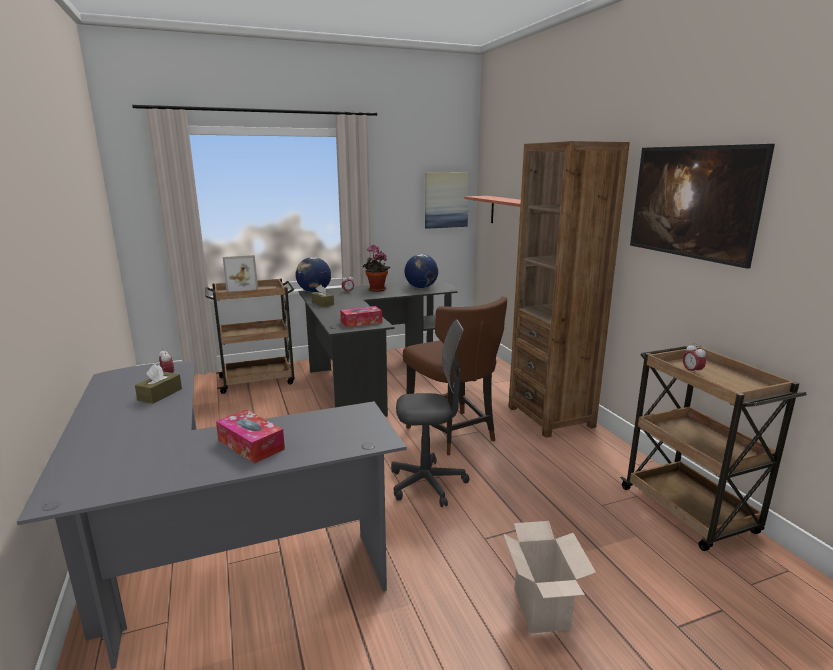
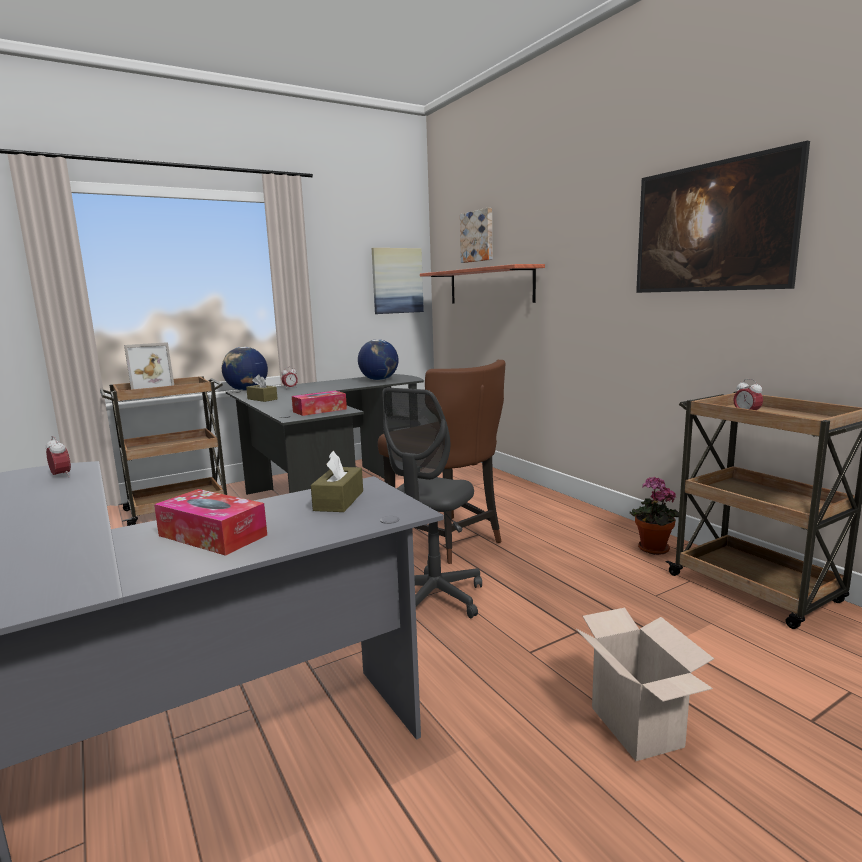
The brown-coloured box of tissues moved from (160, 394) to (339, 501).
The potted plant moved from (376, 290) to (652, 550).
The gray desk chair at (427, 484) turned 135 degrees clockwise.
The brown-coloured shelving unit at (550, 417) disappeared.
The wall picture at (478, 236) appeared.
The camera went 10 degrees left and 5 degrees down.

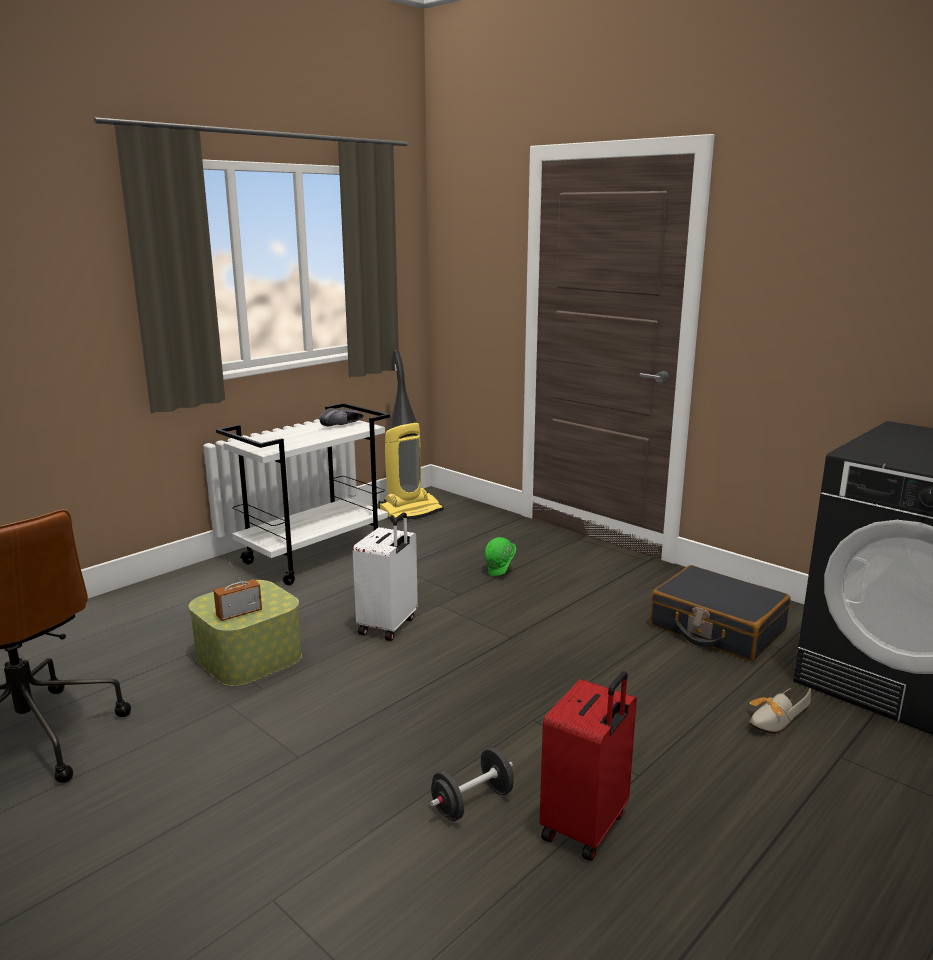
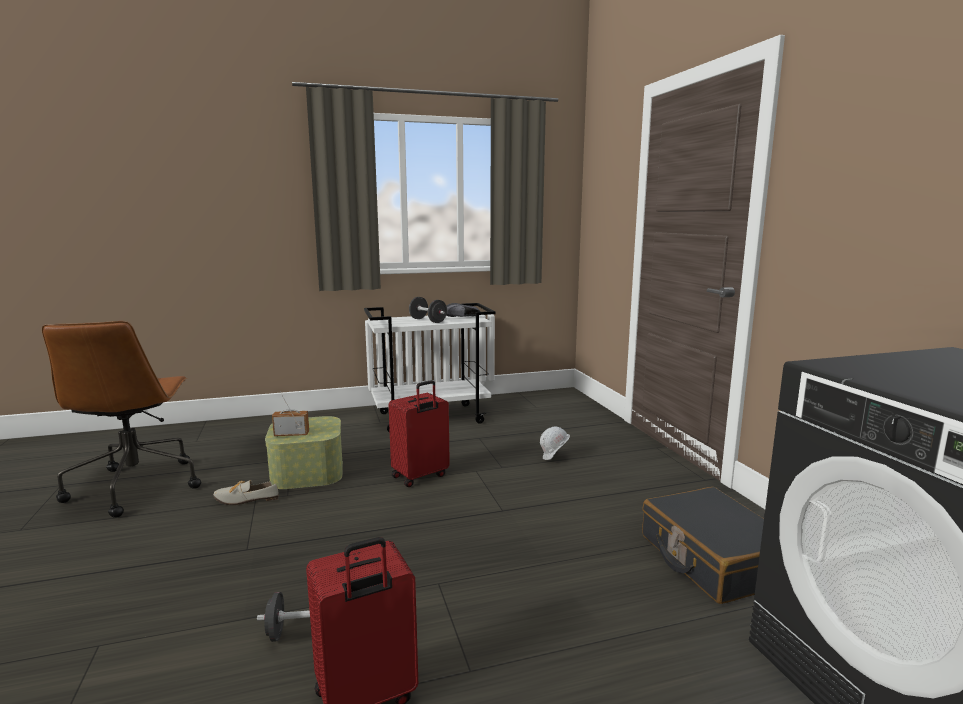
The white piece of luggage at (389, 626) became the red-coloured piece of luggage at (420, 476).
The vacuum at (410, 512) disappeared.
The green-coloured work helmet at (500, 572) became the white work helmet at (554, 458).
The item of footwear moved from (774, 721) to (243, 499).
The black-coloured free weight at (428, 320) appeared.
The camera went 30 degrees right and 5 degrees down.

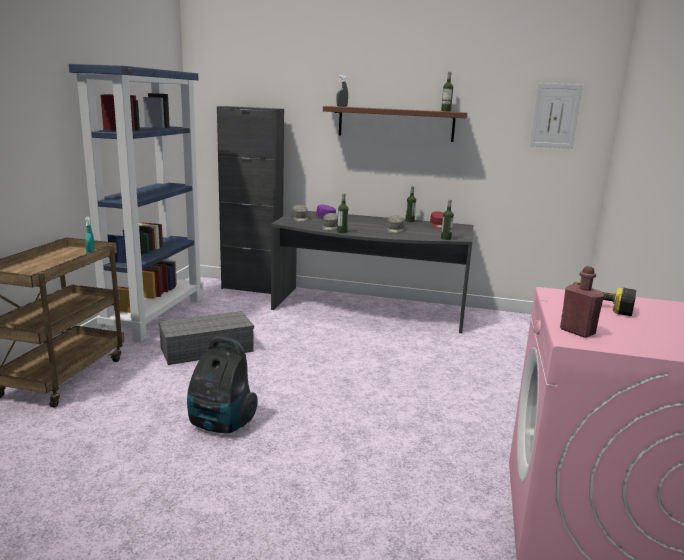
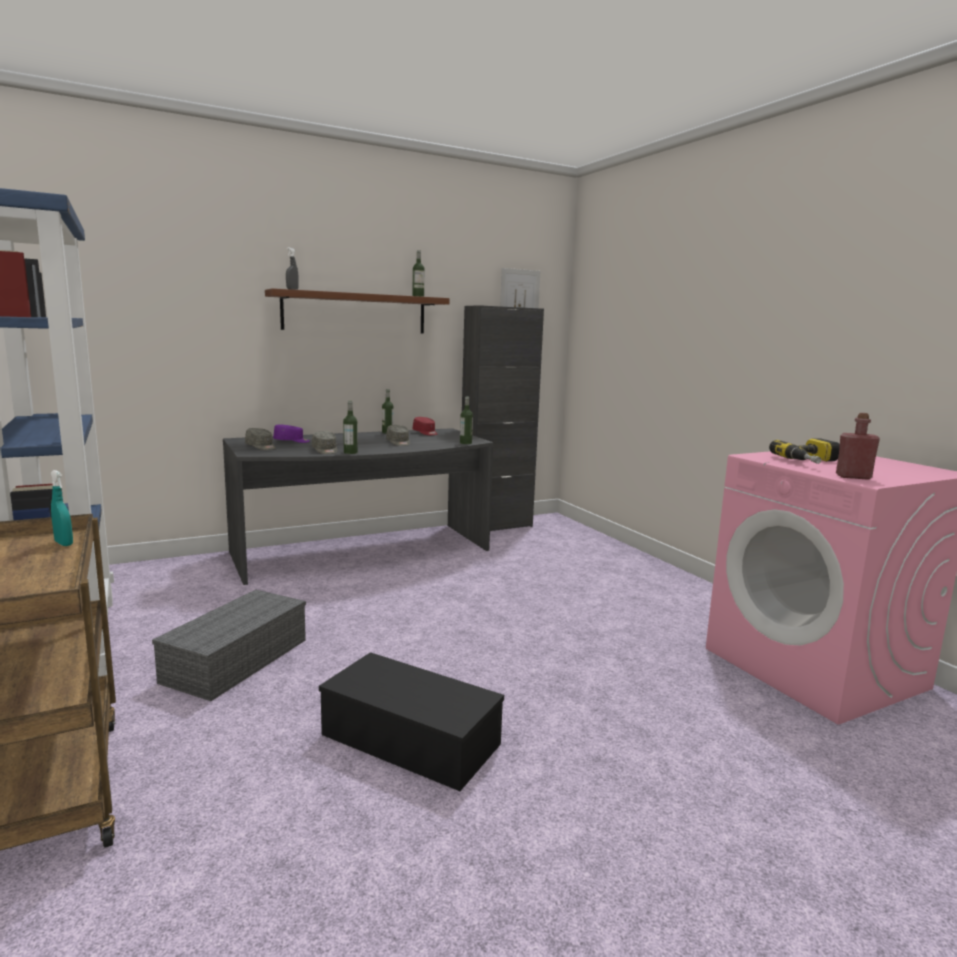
The vacuum at (221, 424) was replaced by the black-coloured storage bin at (413, 739).
The black-coloured cupboard moved from (252, 288) to (495, 526).
The camera went 40 degrees left and 5 degrees down.

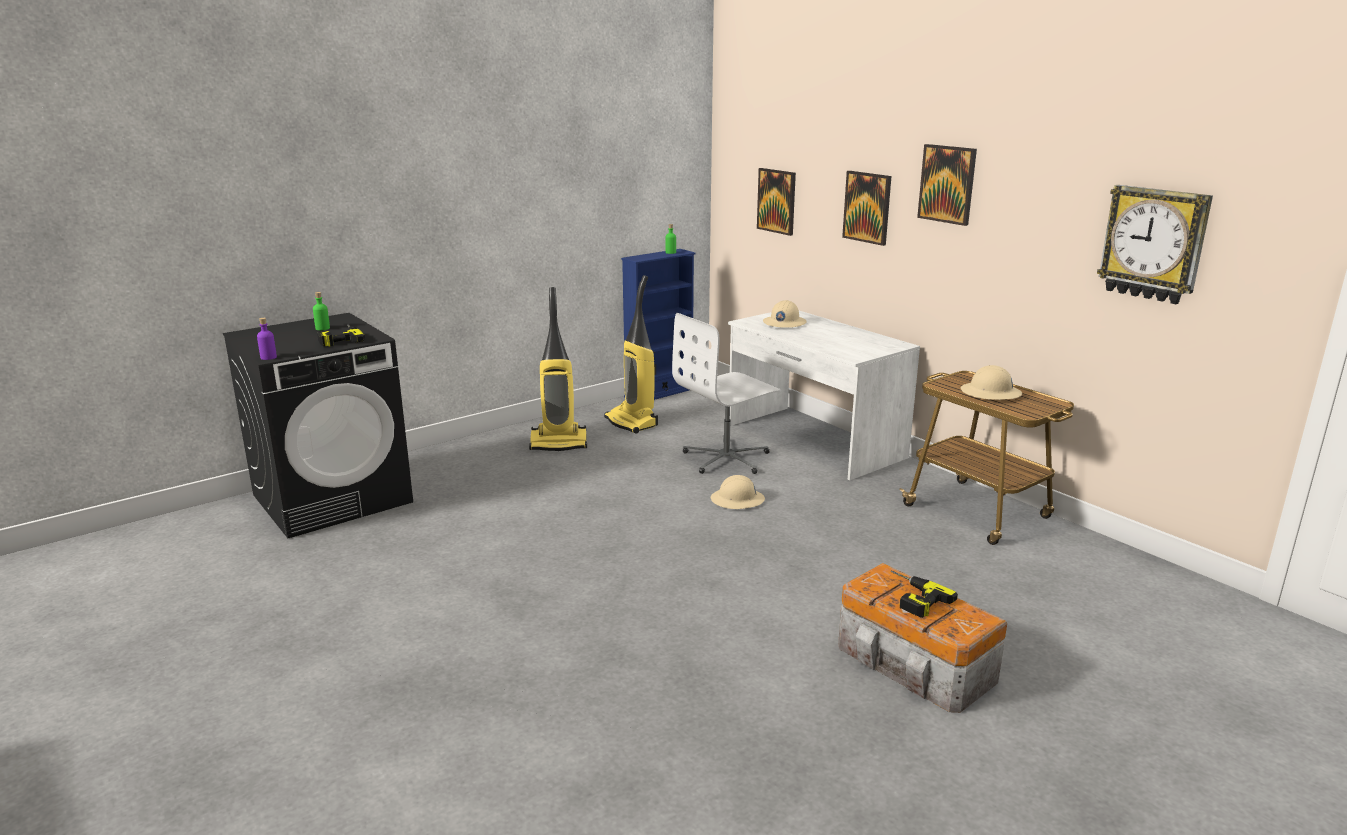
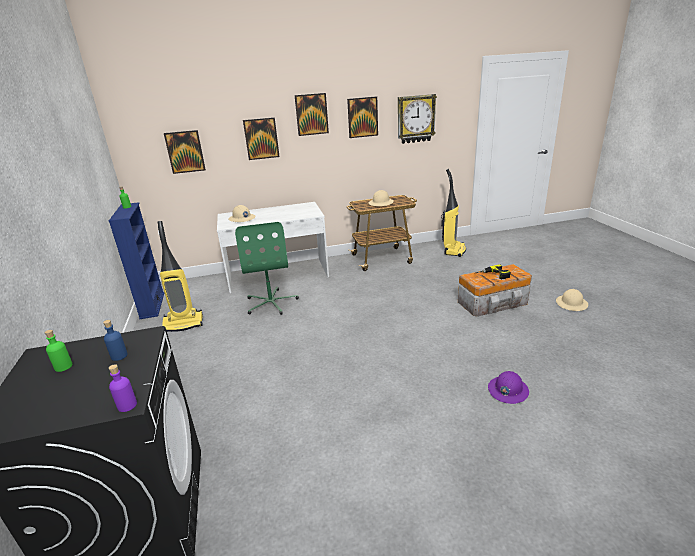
The electric drill at (339, 338) was replaced by the blue-coloured drink bottle at (119, 356).
The vacuum moved from (559, 443) to (453, 250).
The white desk chair at (727, 458) became the green-coloured desk chair at (271, 302).
The beige work helmet moved from (737, 500) to (571, 303).
The wall picture at (362, 117) appeared.
The purple work helmet at (507, 390) appeared.
The camera went 65 degrees left and 5 degrees up.

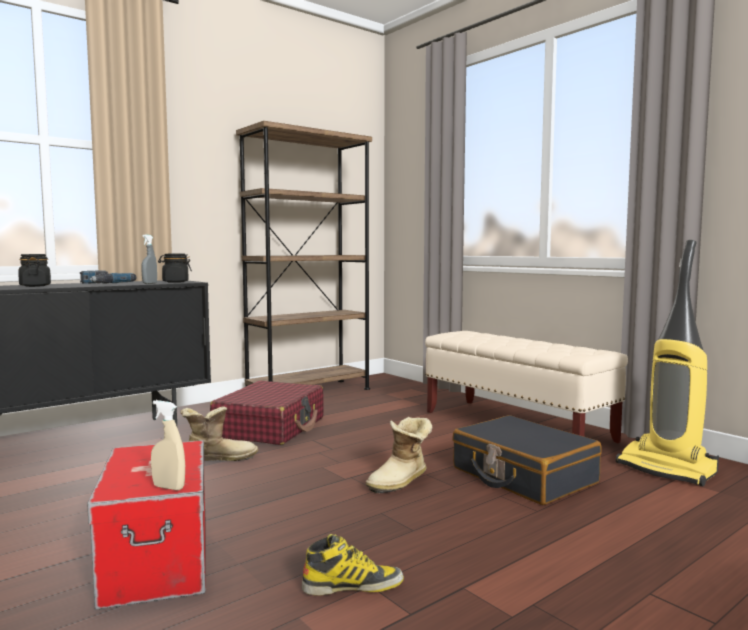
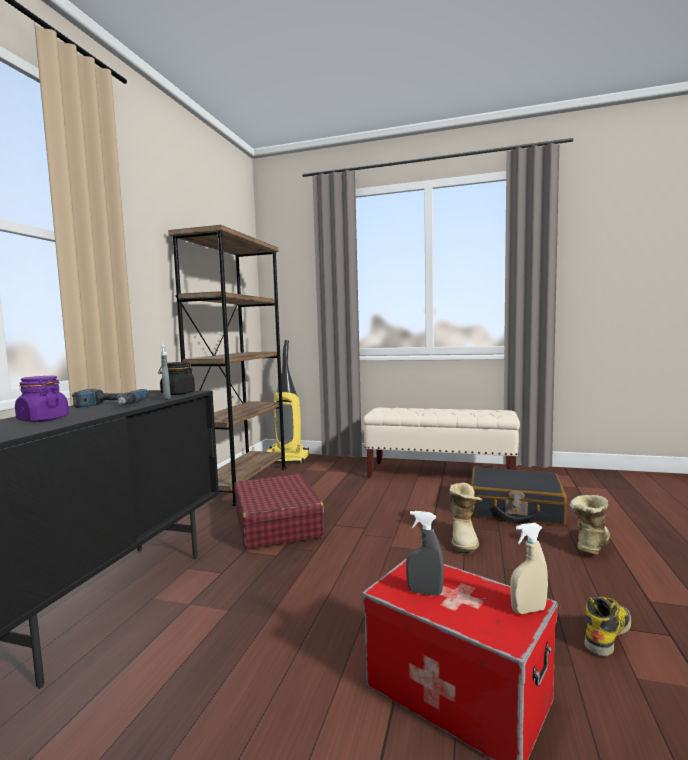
The black-coloured jar at (35, 286) became the purple jar at (43, 419).
The high-top boot moved from (219, 458) to (589, 545).
The vacuum moved from (667, 469) to (286, 459).
The gray spray bottle at (424, 592) appeared.
The camera went 35 degrees left and 0 degrees up.

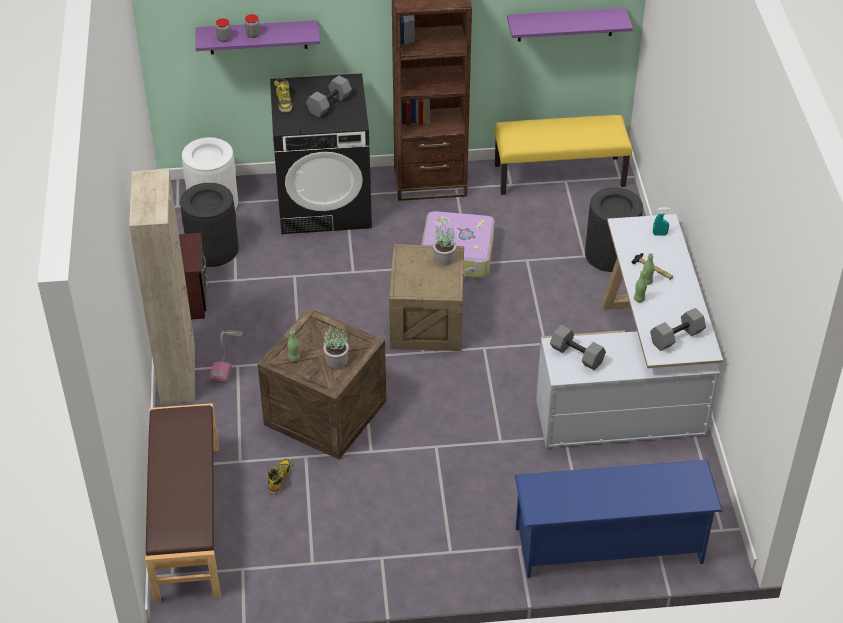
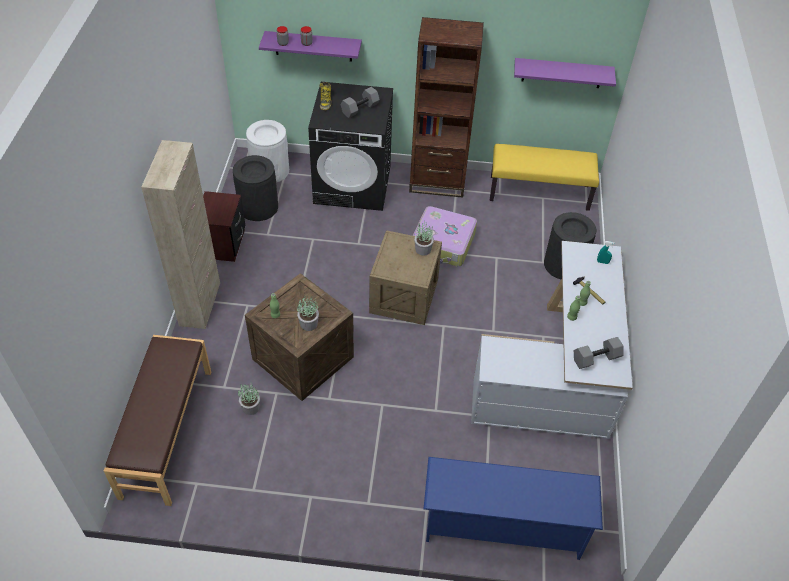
The vacuum at (227, 358) disappeared.
The high-top boot at (279, 478) was replaced by the potted plant at (250, 408).
The gray free weight at (576, 355) disappeared.
The camera went 10 degrees right and 5 degrees up.

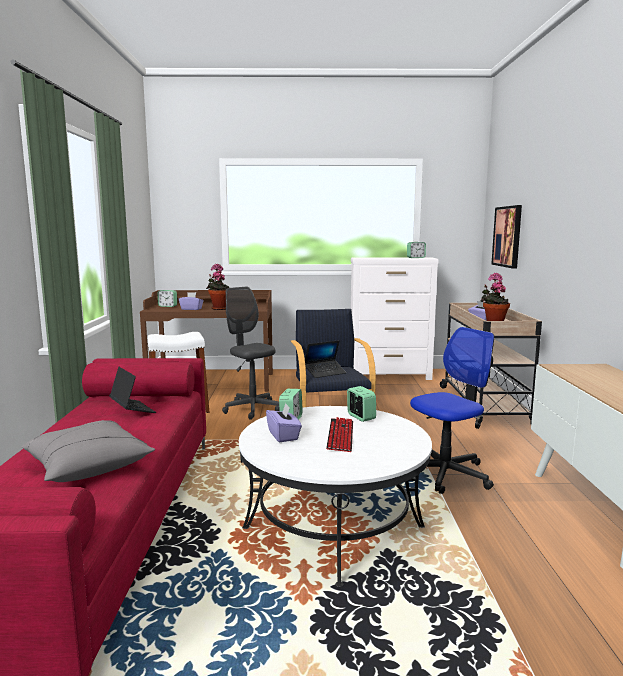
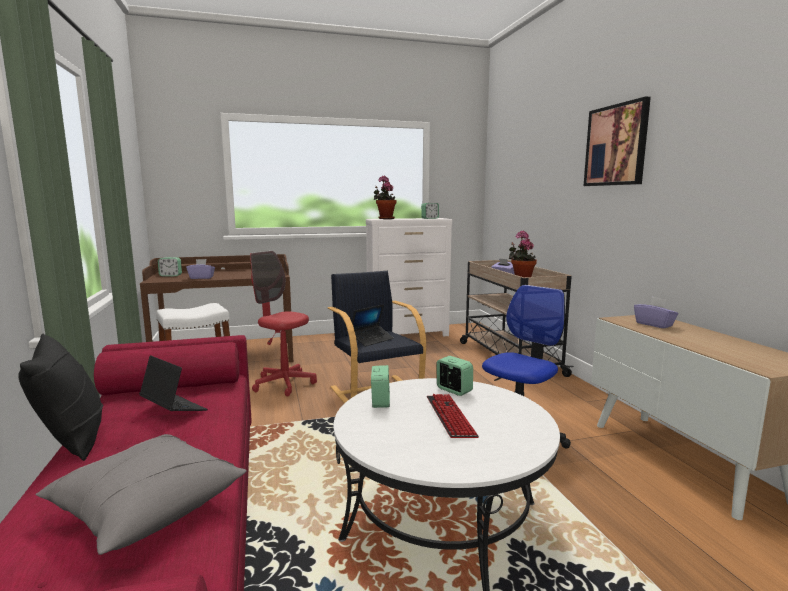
The potted plant moved from (219, 308) to (385, 218).
The gray desk chair at (252, 409) became the red-coloured desk chair at (284, 384).
The purple box of tissues moved from (283, 435) to (654, 324).
The wall picture moved from (507, 236) to (616, 145).
The black-coloured throw pillow at (72, 438) appeared.
The camera went 15 degrees left and 0 degrees up.

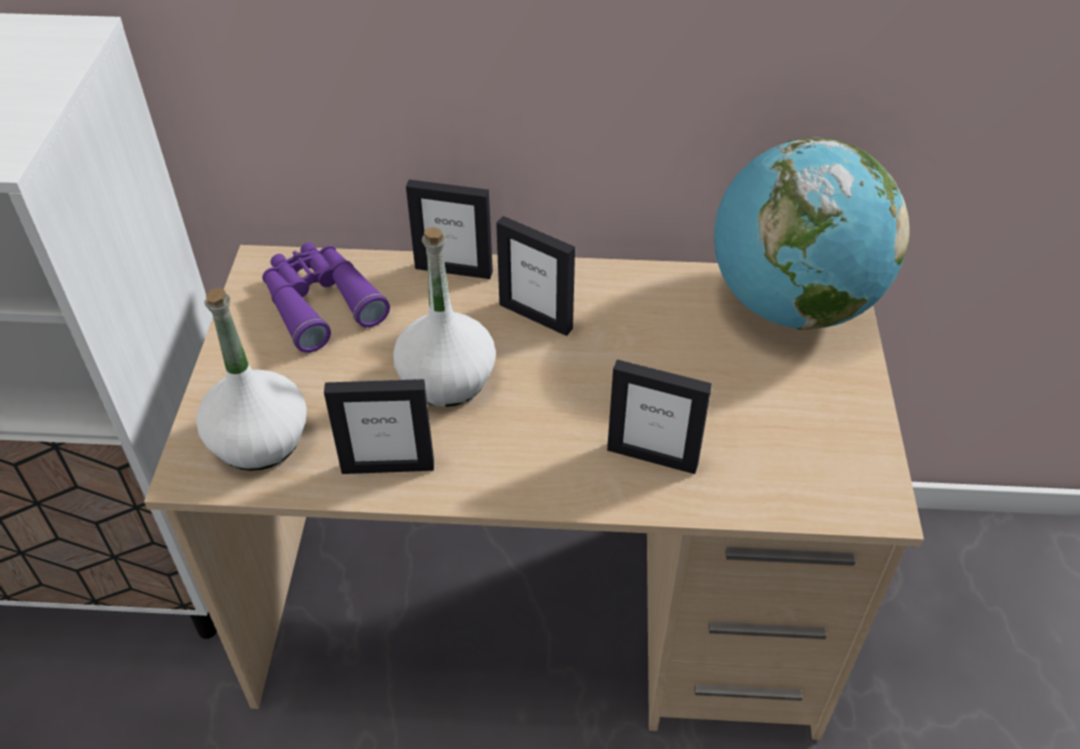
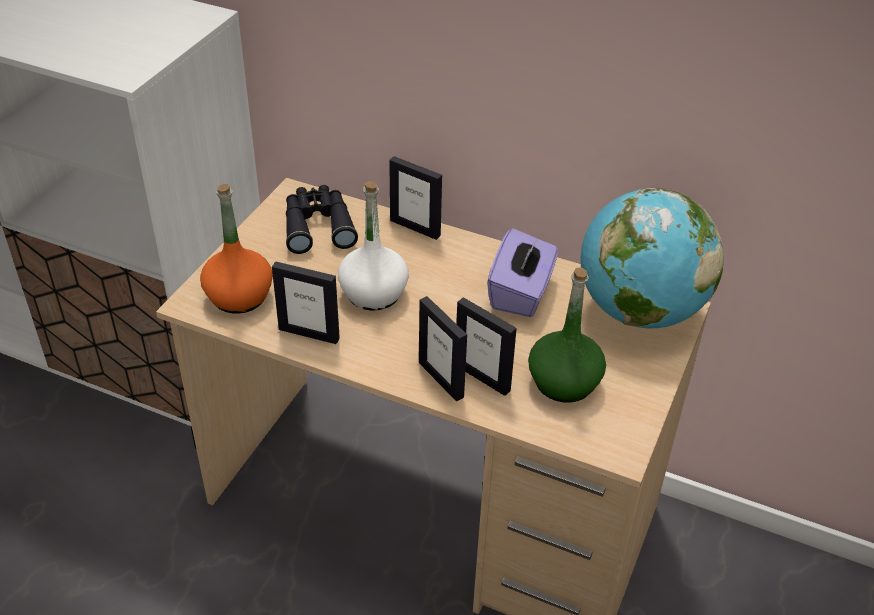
The white drink bottle at (259, 441) became the orange drink bottle at (239, 296).
The purple binoculars at (320, 303) became the black-coloured binoculars at (318, 226).
The standing frame moved from (536, 316) to (441, 379).
The purple box of tissues at (521, 293) appeared.
The green-coloured drink bottle at (564, 382) appeared.
The camera went 20 degrees right and 5 degrees down.

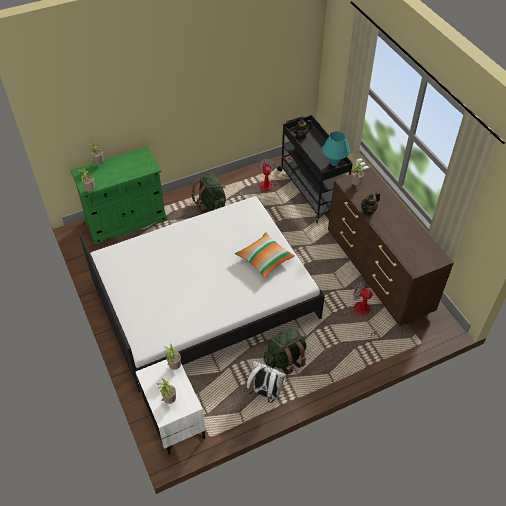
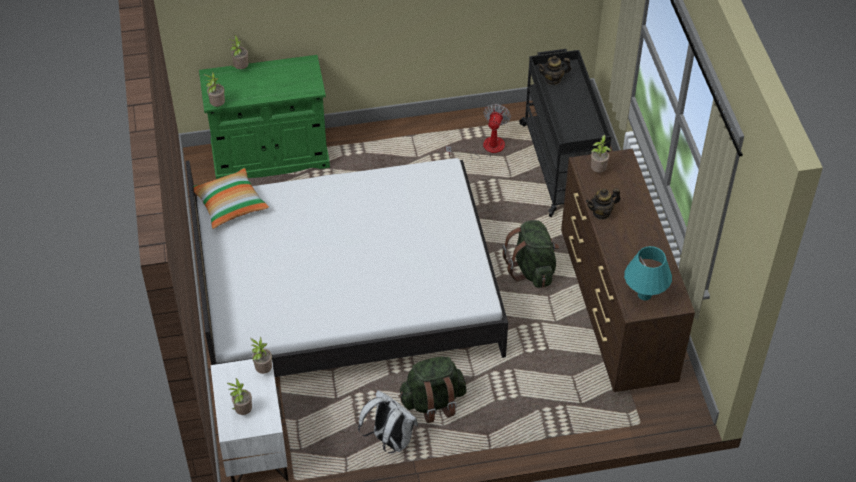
The green-coloured backpack moved from (211, 204) to (532, 269).
The throw pillow moved from (264, 259) to (229, 204).
The turquoise lamp for a table moved from (334, 163) to (644, 295).
The electric fan at (363, 314) disappeared.
The camera went 15 degrees right and 0 degrees up.

